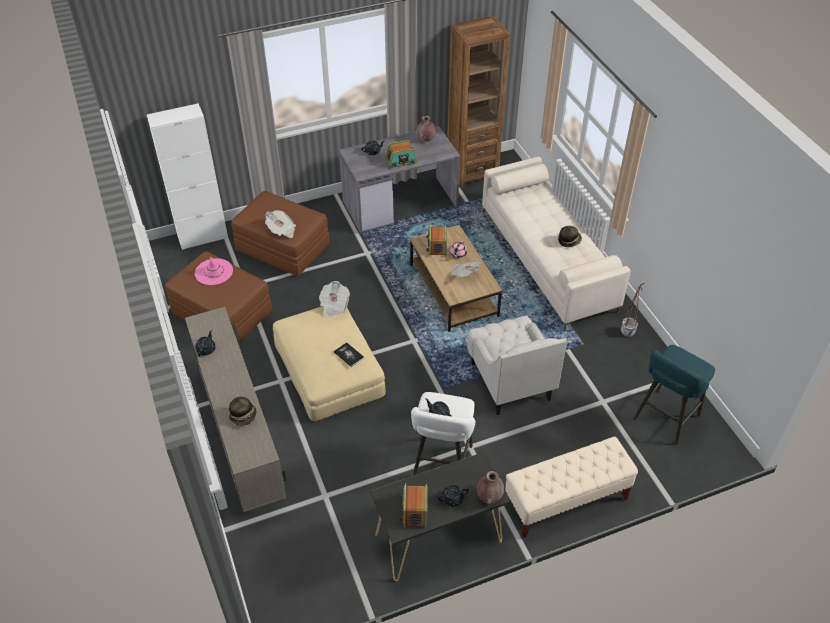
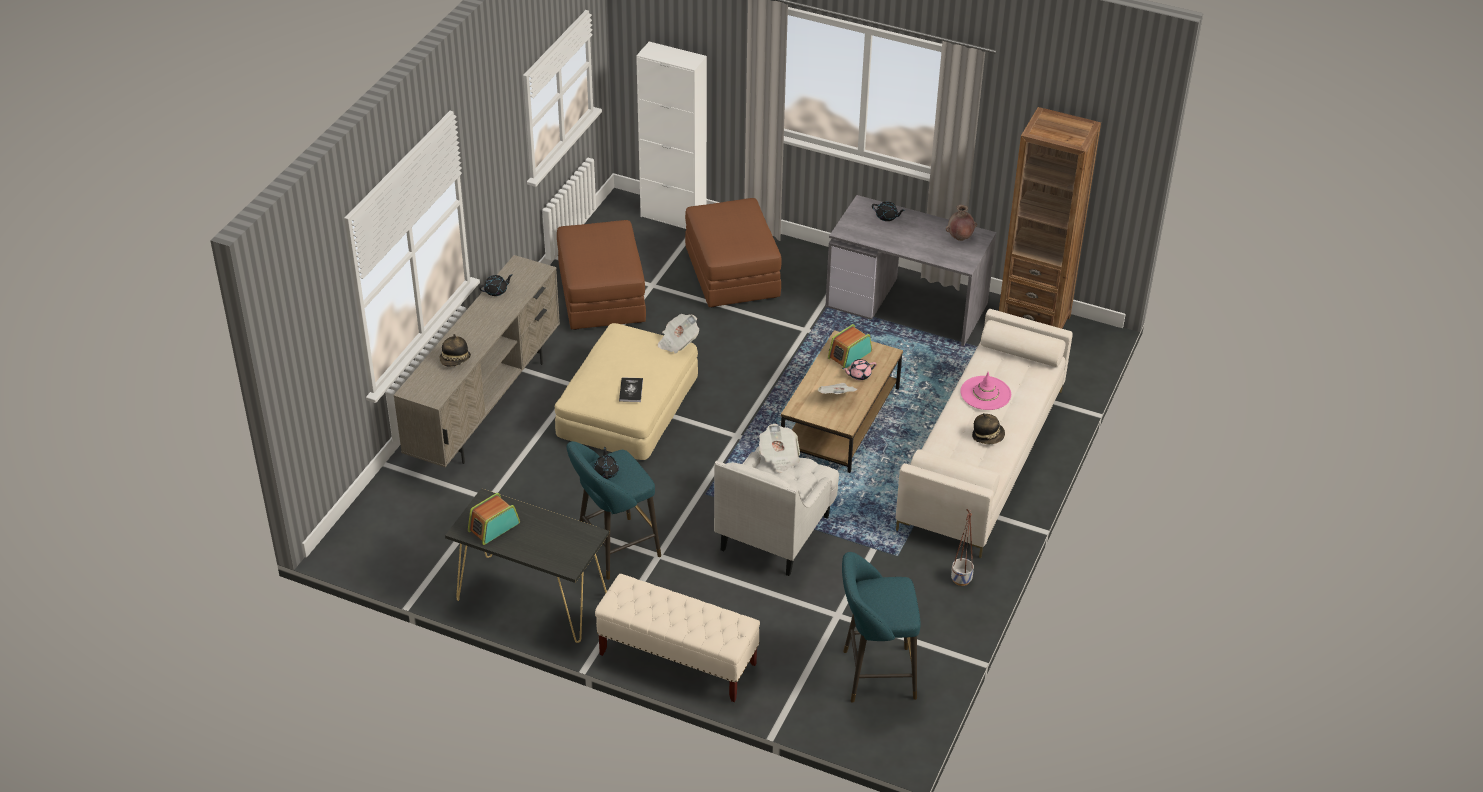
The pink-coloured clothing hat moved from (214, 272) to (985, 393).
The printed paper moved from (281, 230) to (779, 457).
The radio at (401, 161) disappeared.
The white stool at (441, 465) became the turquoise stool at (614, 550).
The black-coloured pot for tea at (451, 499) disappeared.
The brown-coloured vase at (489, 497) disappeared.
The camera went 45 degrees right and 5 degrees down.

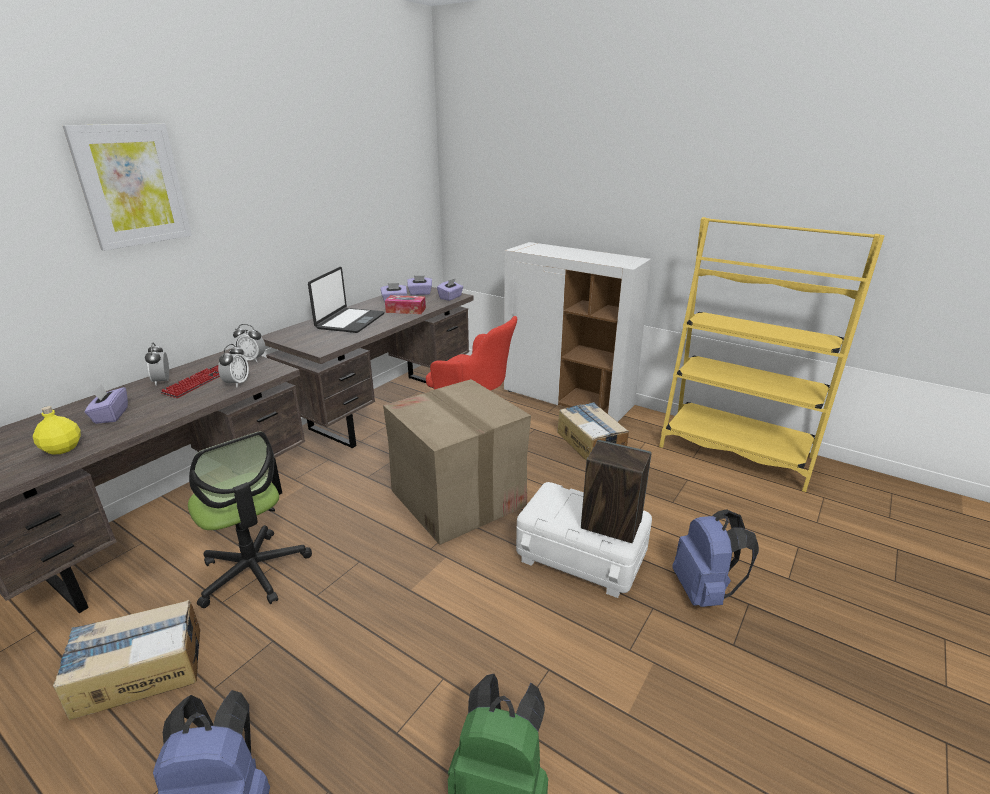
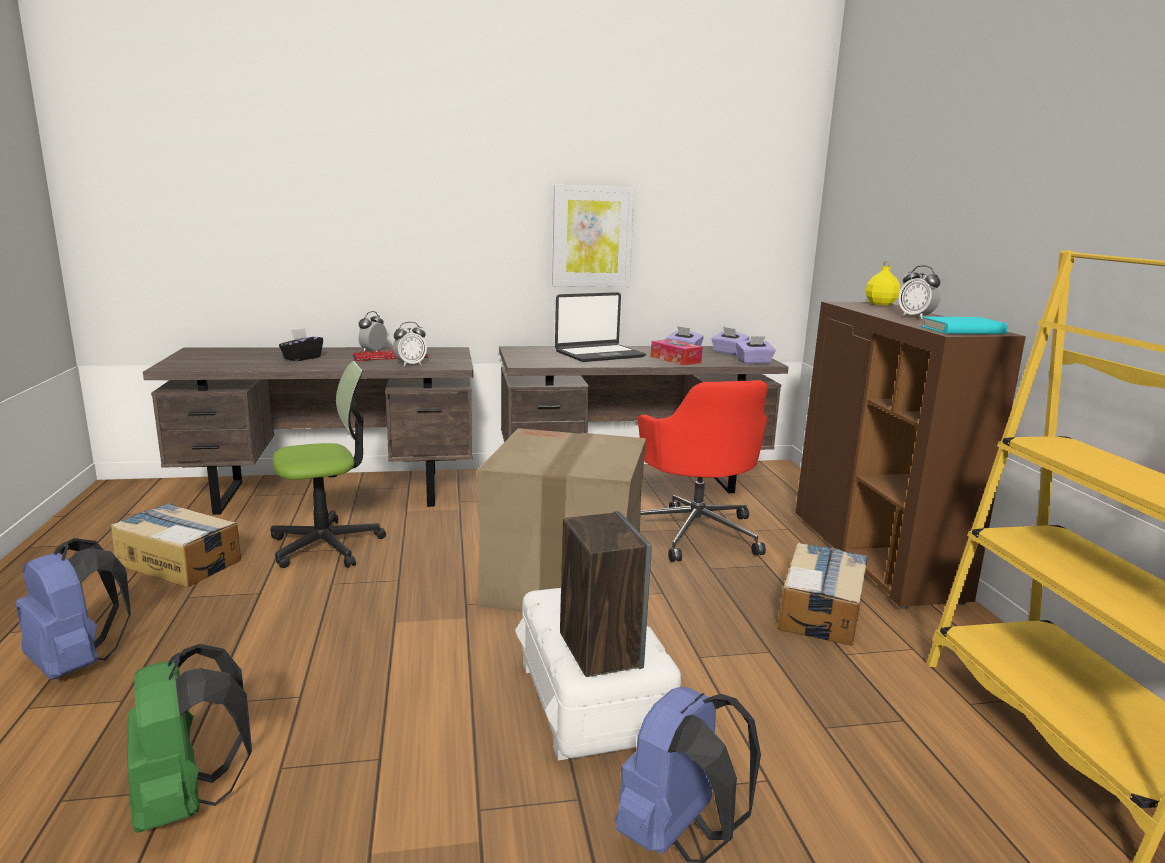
The yellow drink bottle moved from (62, 449) to (880, 304).
The wall picture moved from (132, 185) to (592, 236).
The purple box of tissues at (111, 415) became the black-coloured box of tissues at (302, 358).
The desk chair at (254, 571) turned 120 degrees counterclockwise.
The alarm clock moved from (252, 360) to (916, 317).
The white cupboard at (568, 399) became the brown-coloured cupboard at (875, 557).
The turquoise book at (962, 330) appeared.
The camera went 45 degrees right and 10 degrees down.

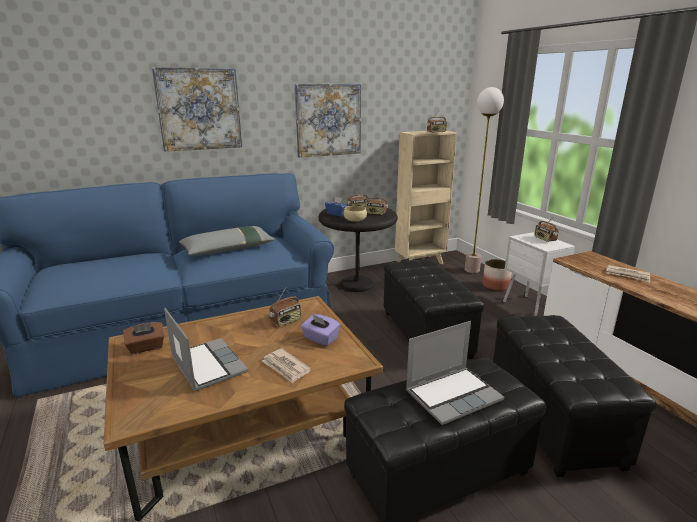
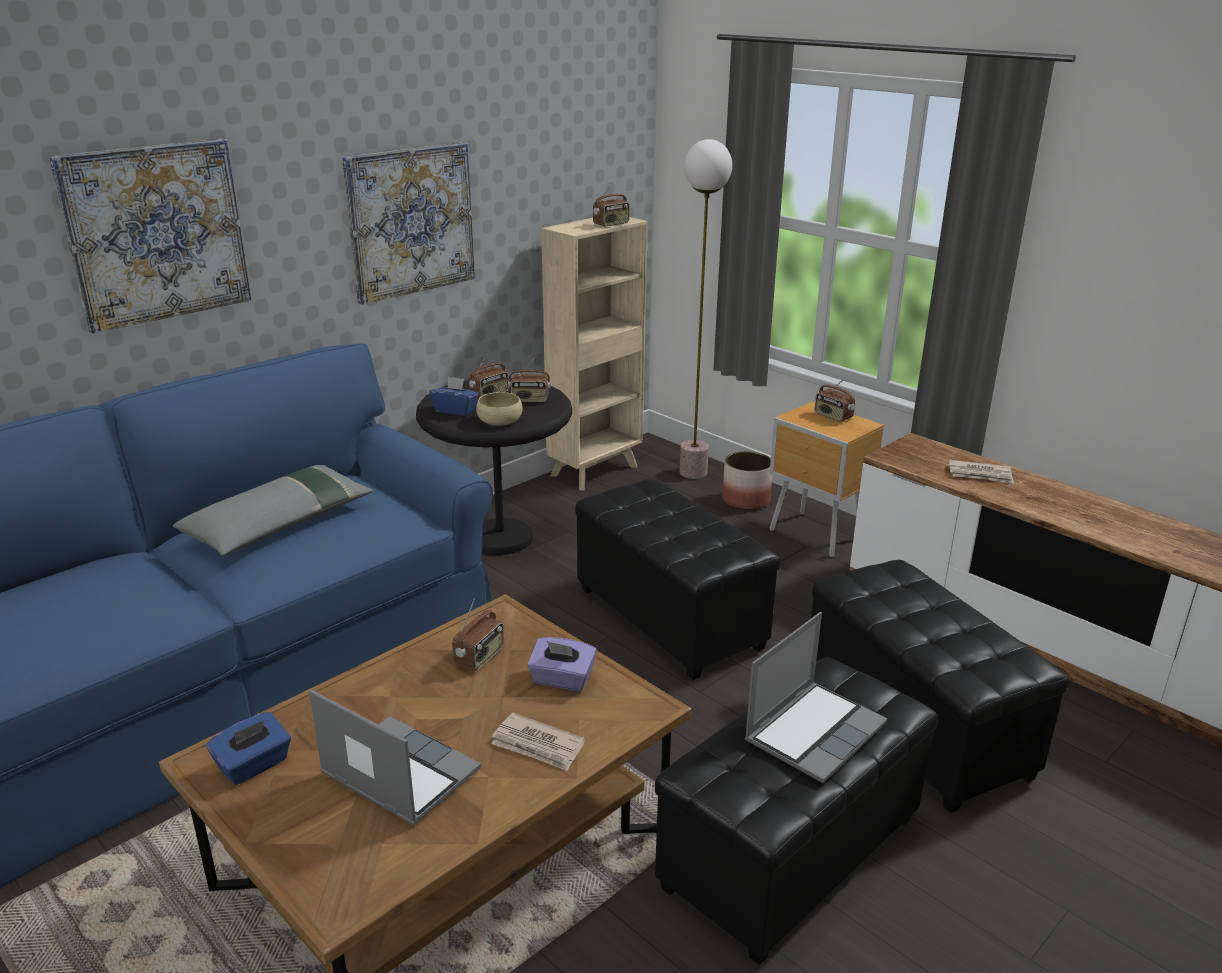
The brown-coloured box of tissues at (146, 347) became the blue-coloured box of tissues at (254, 765).
The white nightstand at (530, 308) became the brown-coloured nightstand at (817, 535).
The camera went 20 degrees left and 5 degrees up.

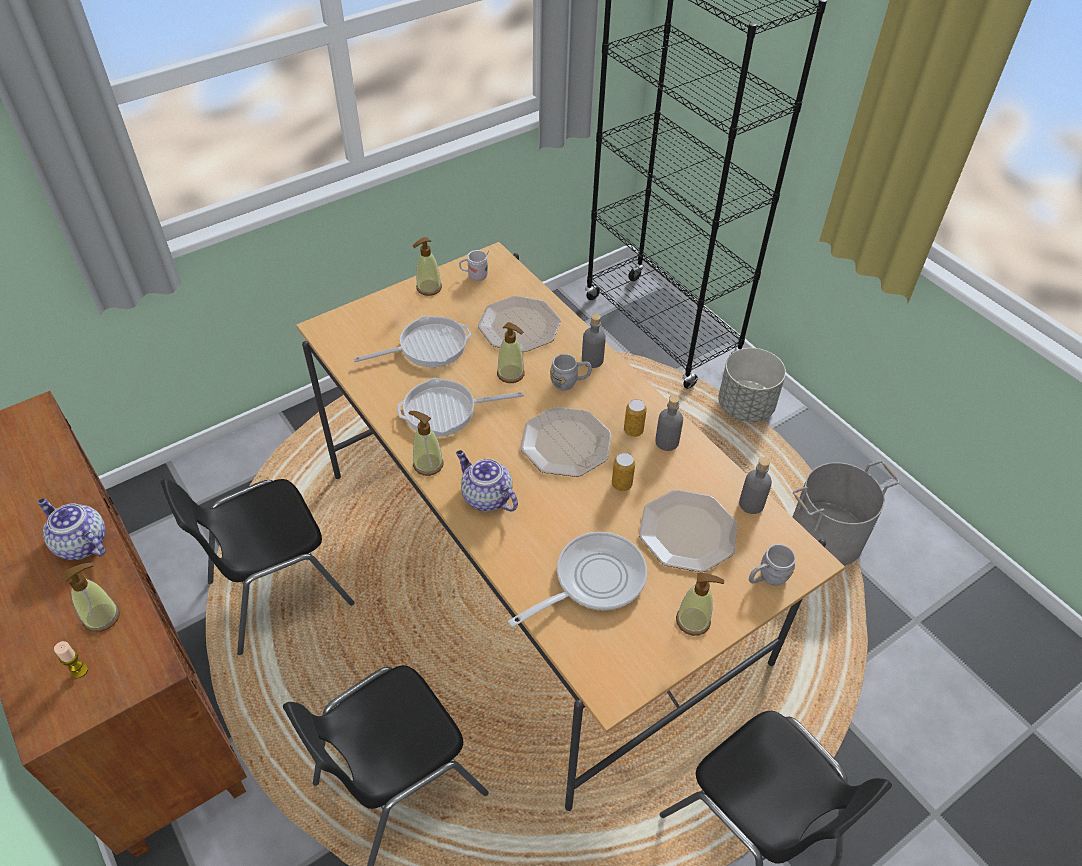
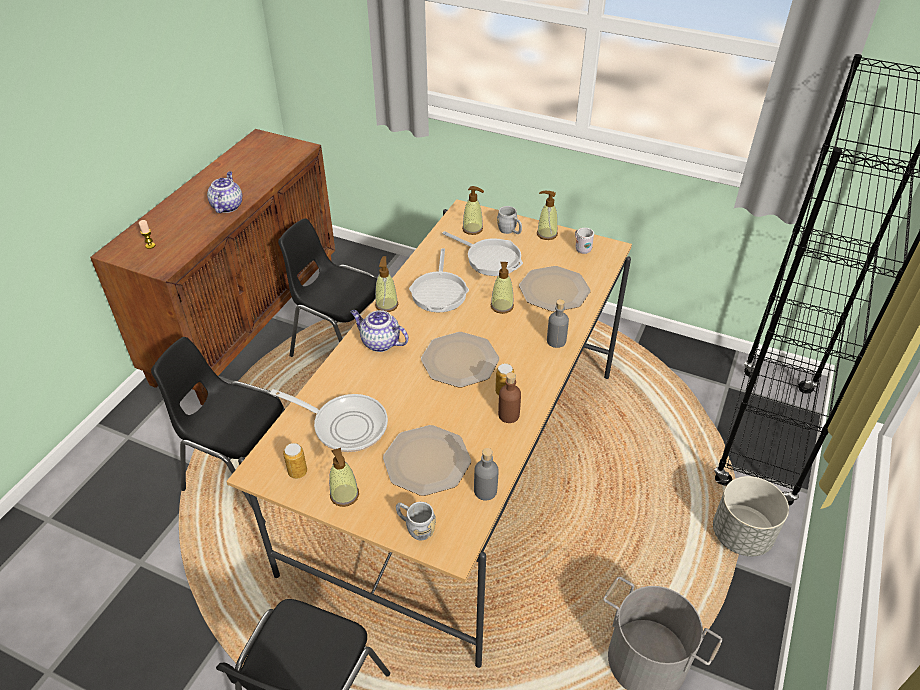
The soap bottle moved from (102, 617) to (472, 229).
The frying pan at (445, 411) turned 135 degrees counterclockwise.
The pot for tea at (486, 497) turned 75 degrees counterclockwise.
The gray coffee mug moved from (570, 382) to (510, 231).
The metal can moved from (621, 484) to (297, 472).
The gray drink bottle at (666, 442) became the brown-coloured drink bottle at (508, 415).
The camera went 60 degrees right and 5 degrees down.

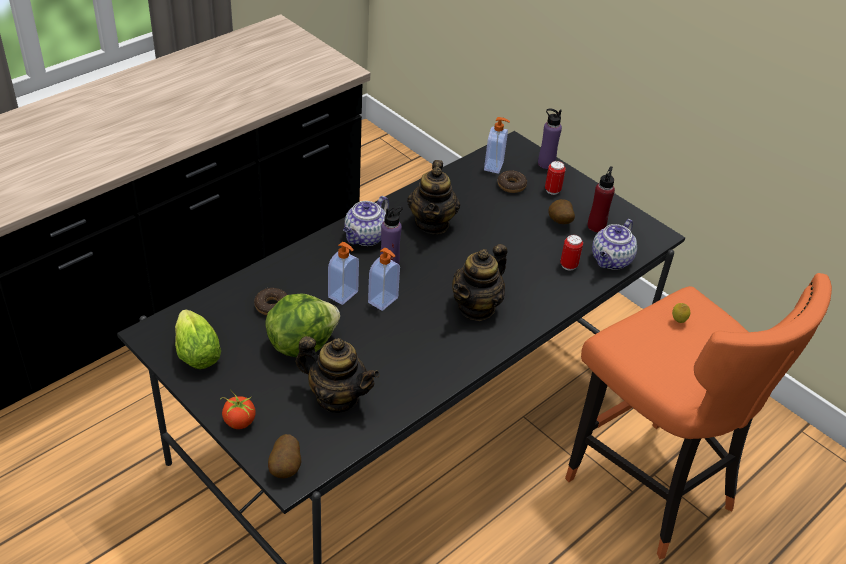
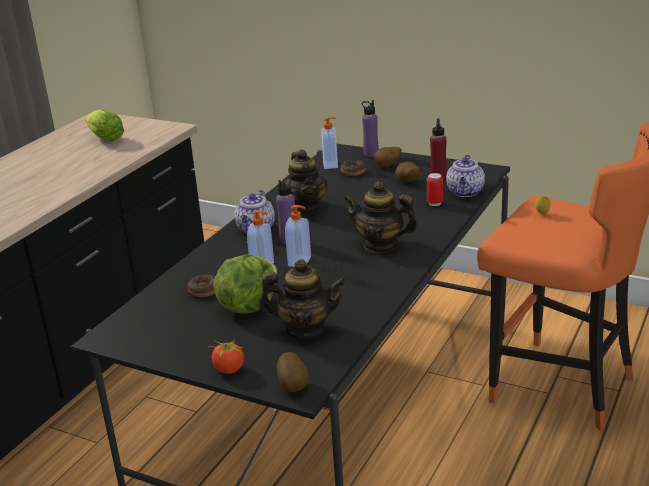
The lettuce moved from (196, 351) to (104, 138).
The pot for tea at (476, 307) turned 90 degrees clockwise.
The metal can at (552, 190) was replaced by the whole potato at (388, 166).
The camera went 15 degrees left and 15 degrees down.

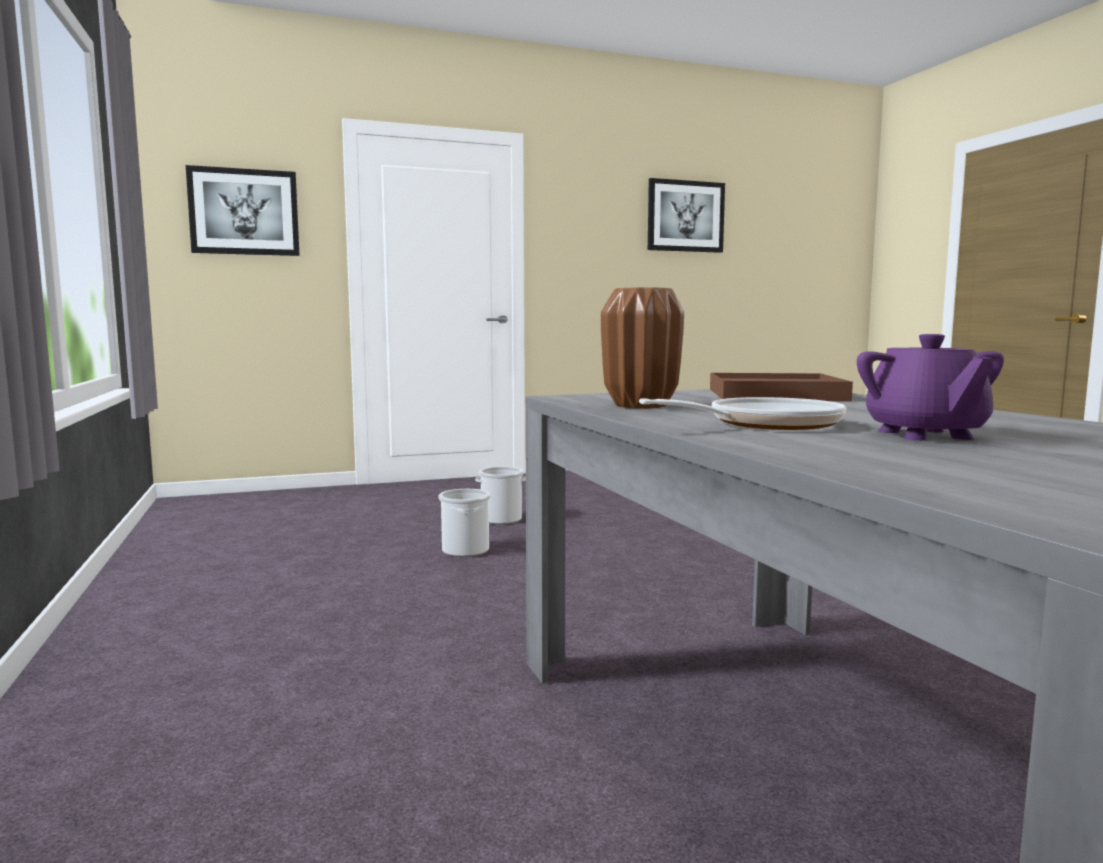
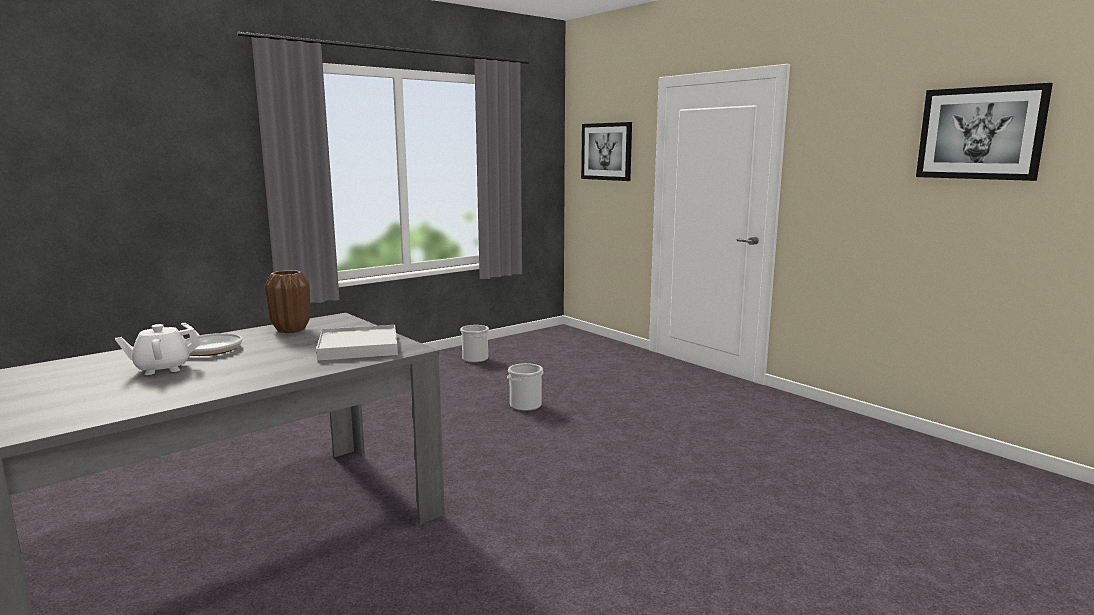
The pail moved from (502, 519) to (475, 359).
The brown-coloured serving tray at (774, 395) became the white serving tray at (358, 347).
The purple pot for tea at (924, 435) became the white pot for tea at (162, 368).
The camera went 70 degrees right and 5 degrees up.

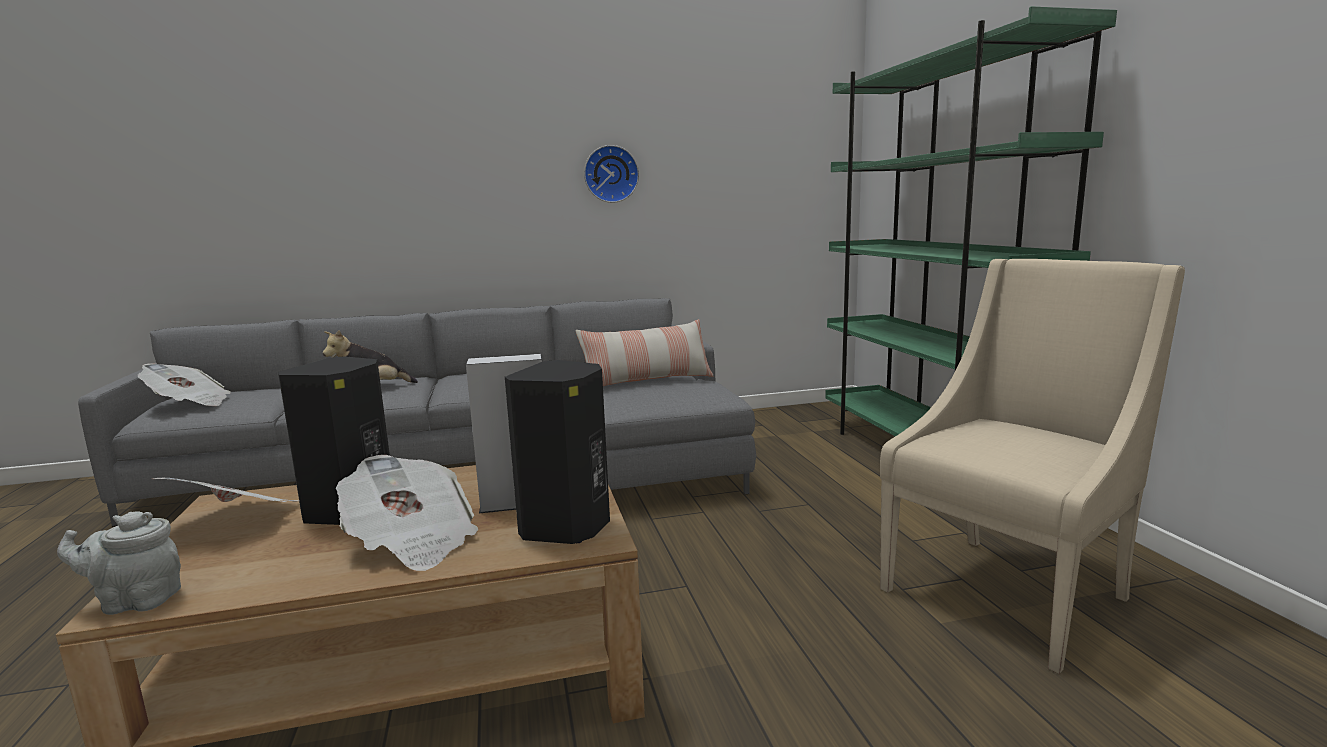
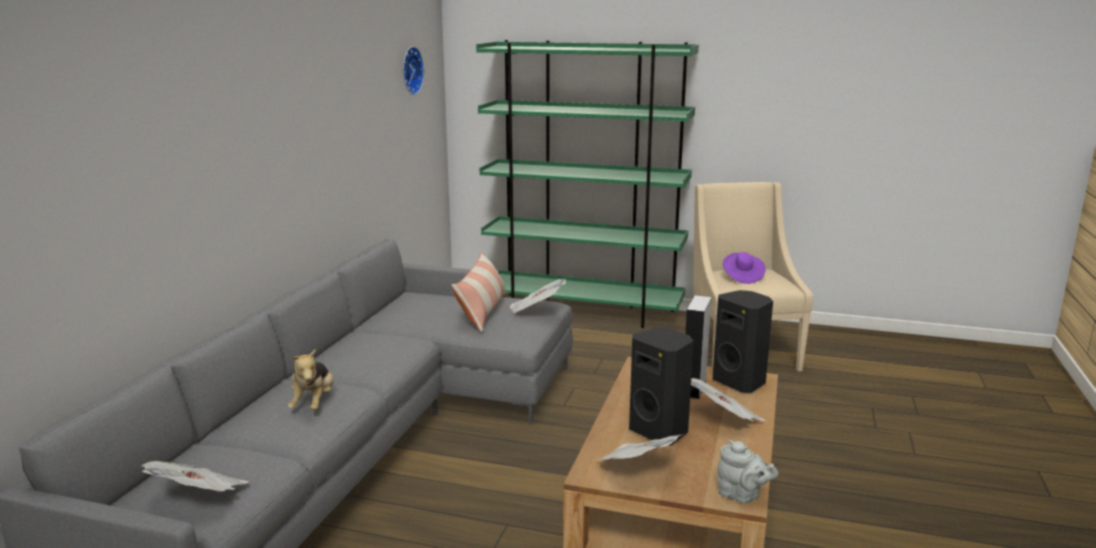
The gray pot for tea at (135, 601) turned 75 degrees counterclockwise.
The clock on the wall moved from (610, 174) to (409, 70).
The printed paper at (536, 310) appeared.
The purple clothing hat at (742, 277) appeared.
The camera went 60 degrees left and 5 degrees up.

